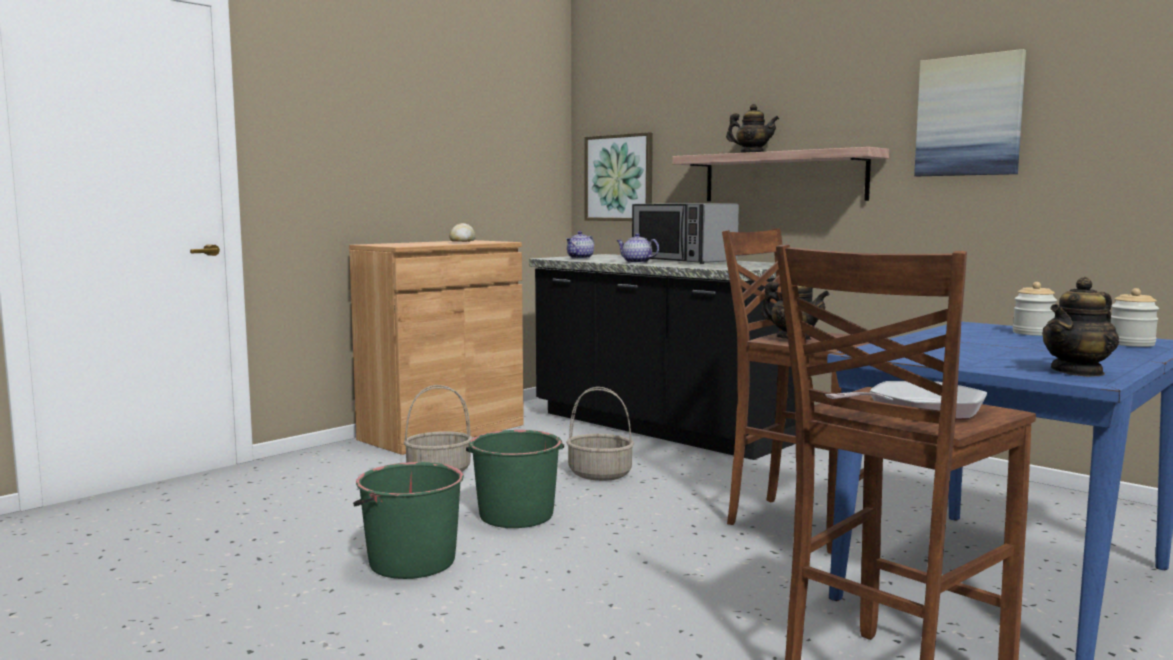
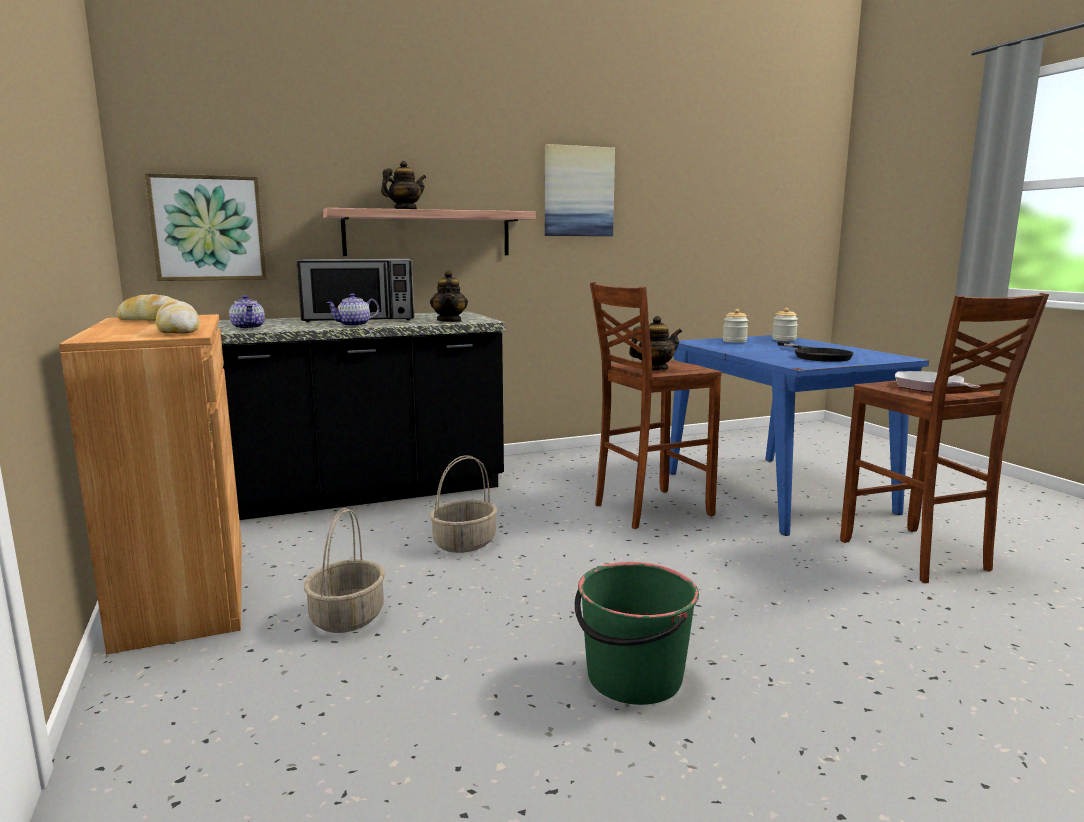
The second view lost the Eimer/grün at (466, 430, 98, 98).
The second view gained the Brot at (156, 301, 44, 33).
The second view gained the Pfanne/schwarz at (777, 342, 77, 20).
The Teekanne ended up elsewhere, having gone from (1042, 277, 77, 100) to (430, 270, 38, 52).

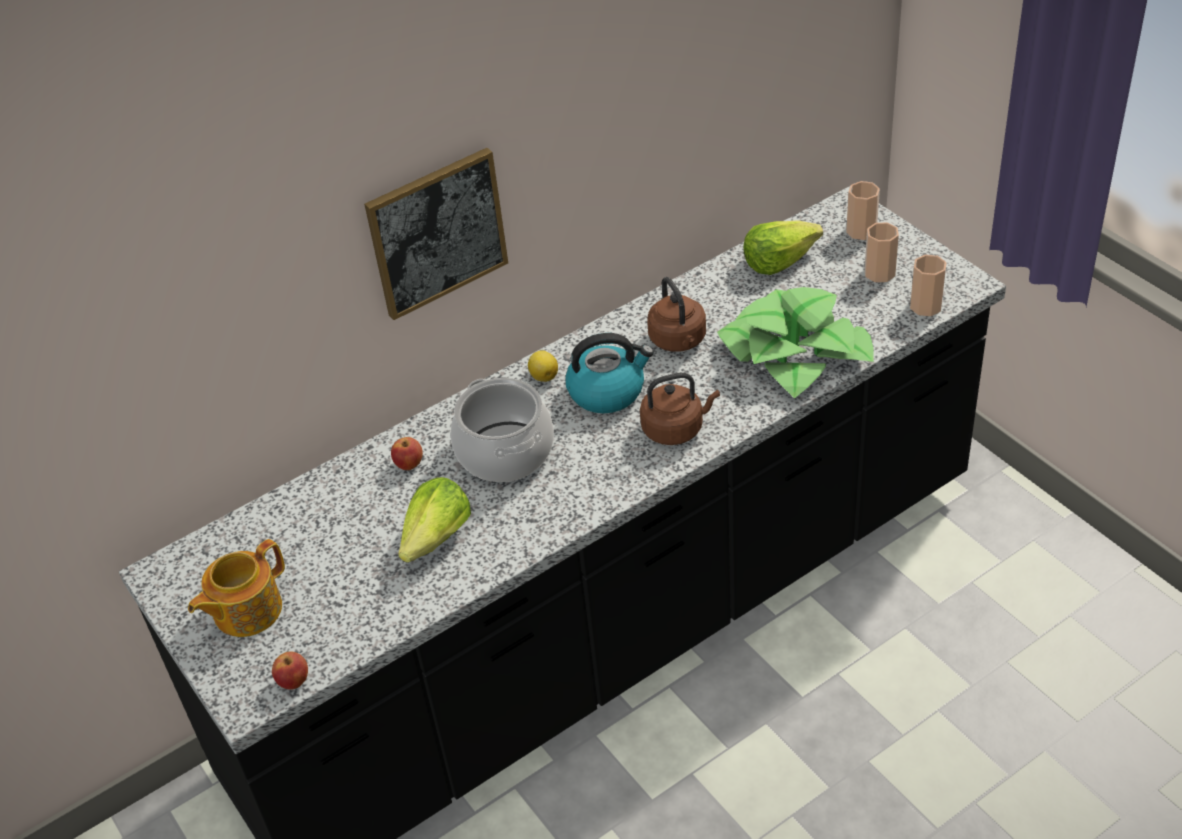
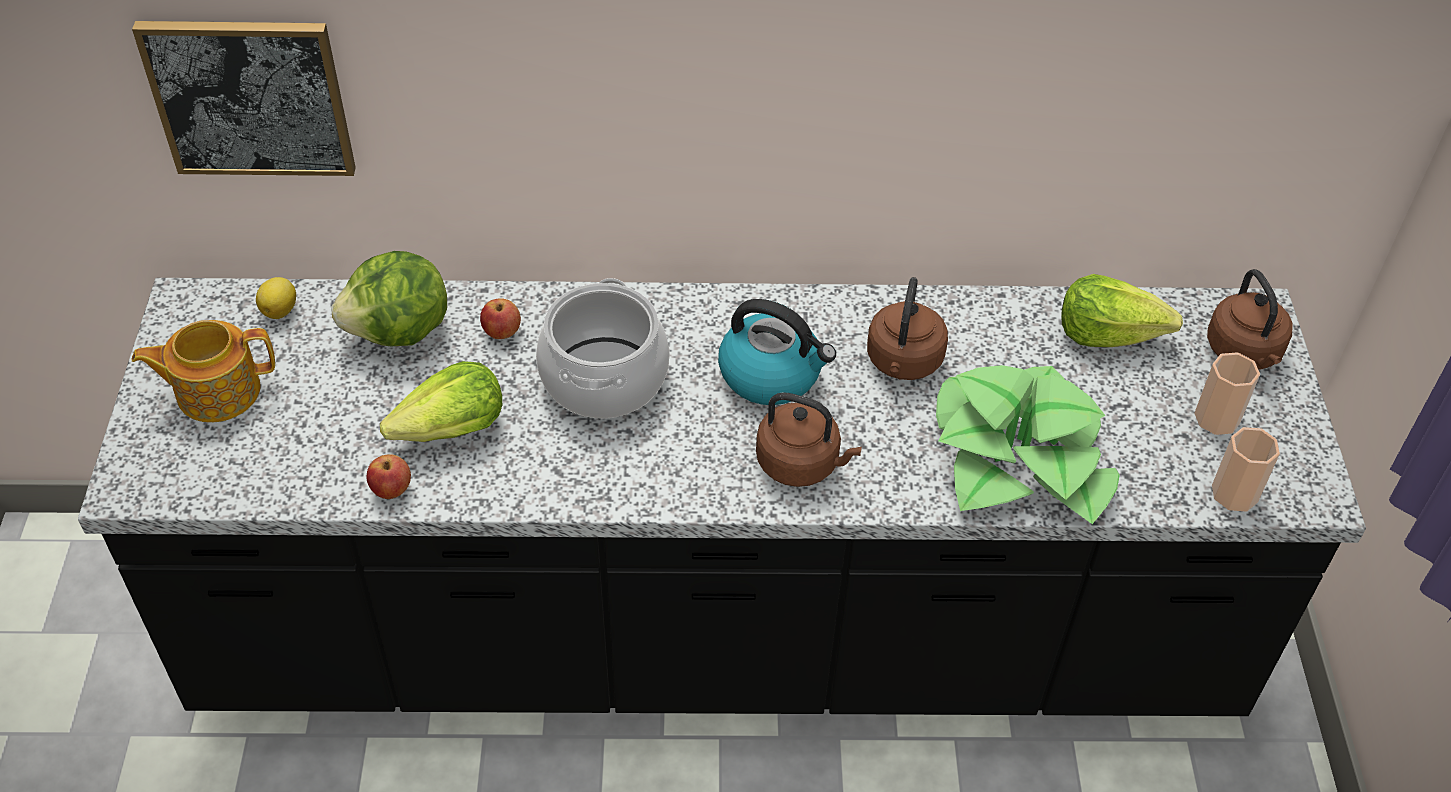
The second view gained the Salatkopf at (331, 251, 116, 96).
The Apfel ended up elsewhere, having gone from (272, 651, 36, 39) to (367, 454, 44, 45).
The Bild ended up elsewhere, having gone from (364, 148, 144, 172) to (132, 21, 224, 155).
The Zitrone ended up elsewhere, having gone from (528, 350, 30, 32) to (256, 277, 40, 42).
Where the Tasse stood at (846, 181, 34, 59), the Wasserkessel/braun came to stand at (1207, 269, 85, 101).

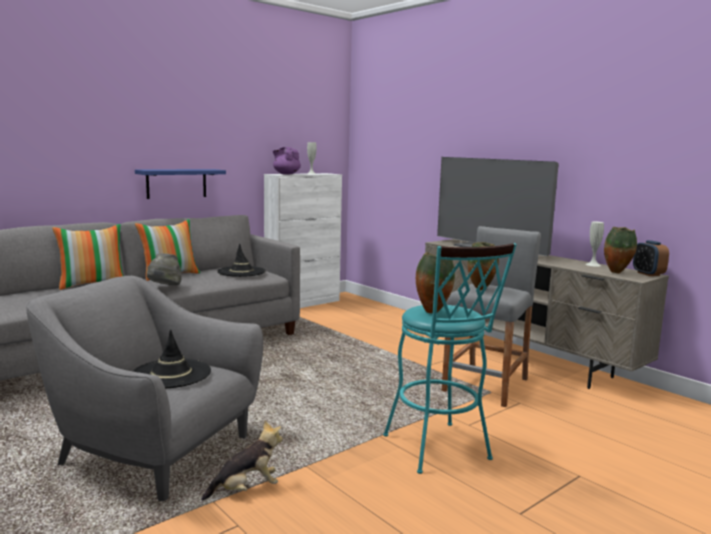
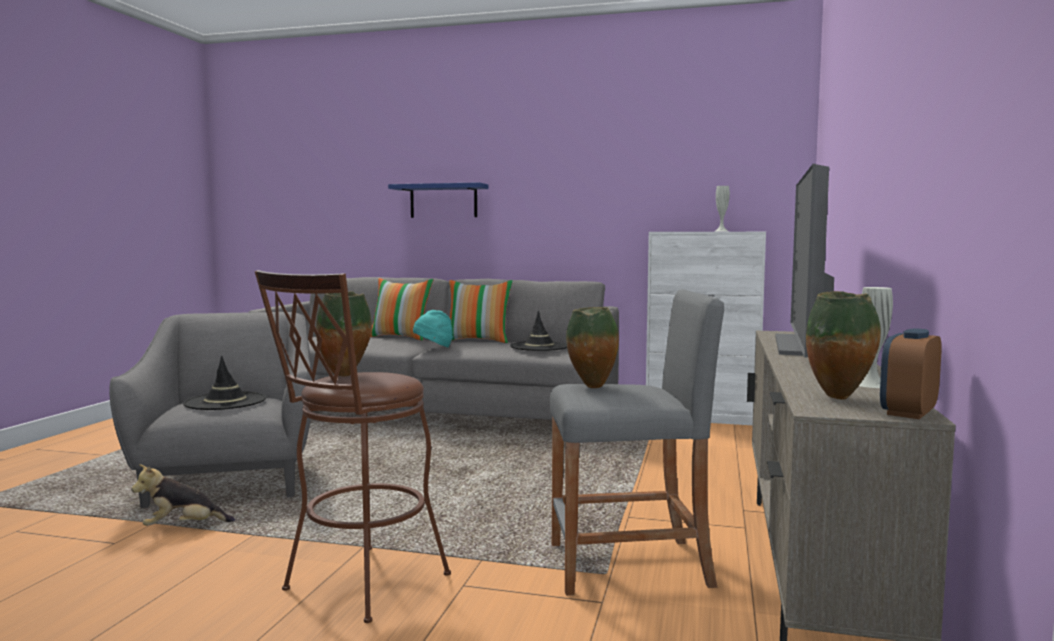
The second view lost the Teekanne/lila at (273, 147, 28, 28).
The Wandregal/blau ended up elsewhere, having gone from (135, 169, 91, 30) to (388, 182, 101, 36).
What was the Hut/grau at (147, 253, 35, 32) turned into the Hut/türkis at (413, 310, 40, 37).
What was the Hocker/türkis at (383, 243, 134, 231) turned into the Hocker/braun at (255, 270, 196, 353).
The Plüschtier at (201, 420, 82, 81) ended up facing another way, 135 degrees clockwise from before.

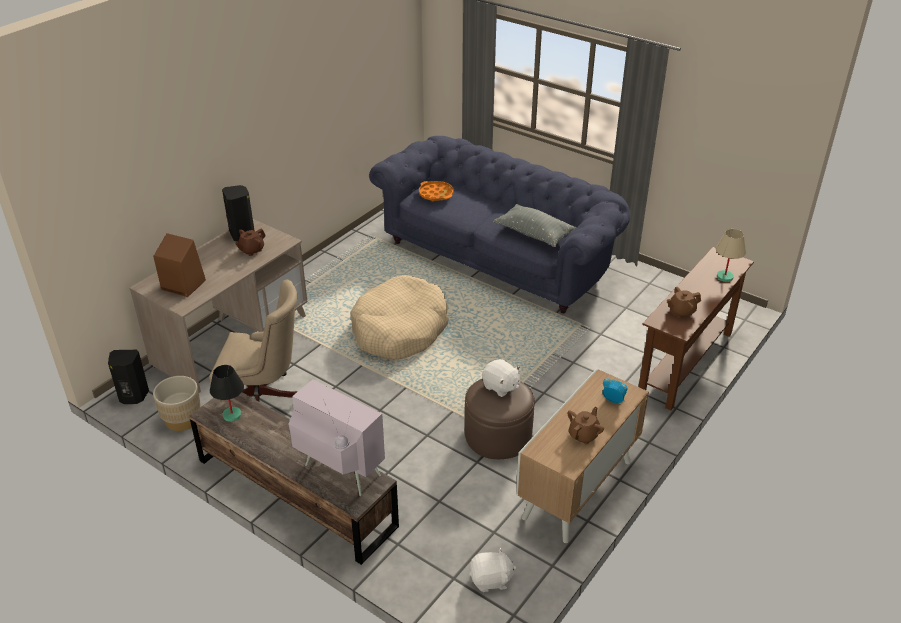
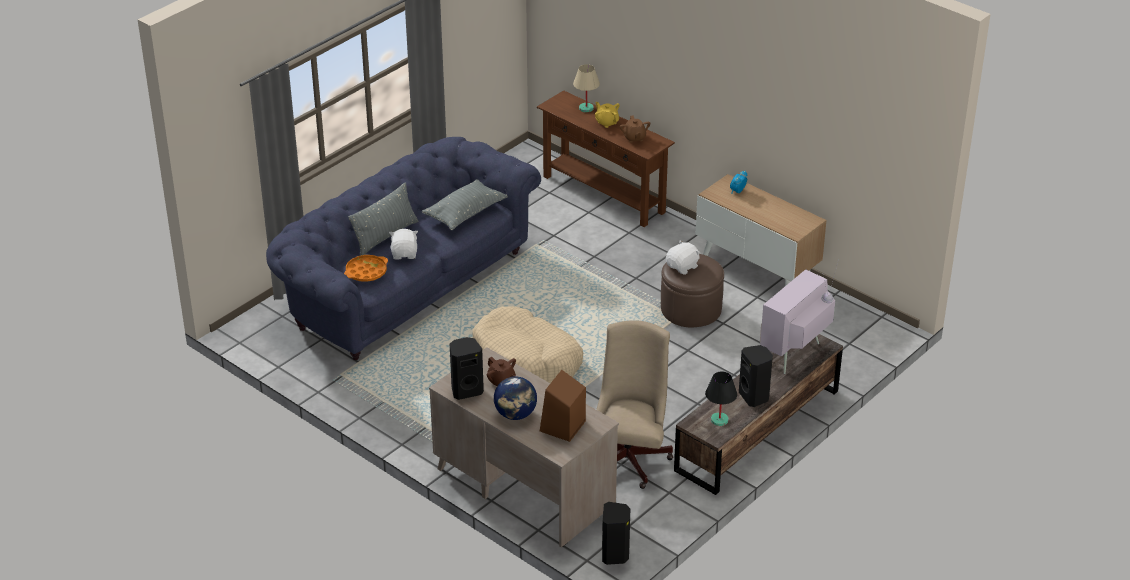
The second view lost the Pflanzkübel/beige at (153, 376, 48, 55).
The second view lost the Teekanne/braun at (567, 407, 37, 37).
The second view gained the Kissen/grau at (348, 182, 70, 74).
The second view gained the Globus at (494, 376, 43, 44).
The second view gained the Teekanne/gelb at (595, 102, 25, 26).
The second view gained the Lautsprecher/schwarz at (739, 345, 34, 62).
The Plüschtier/weiß ended up elsewhere, having gone from (469, 547, 47, 45) to (389, 229, 29, 31).

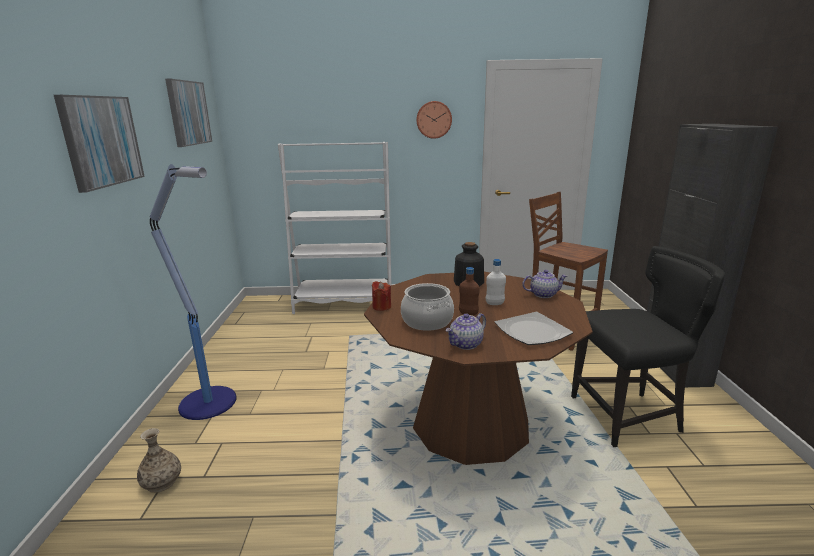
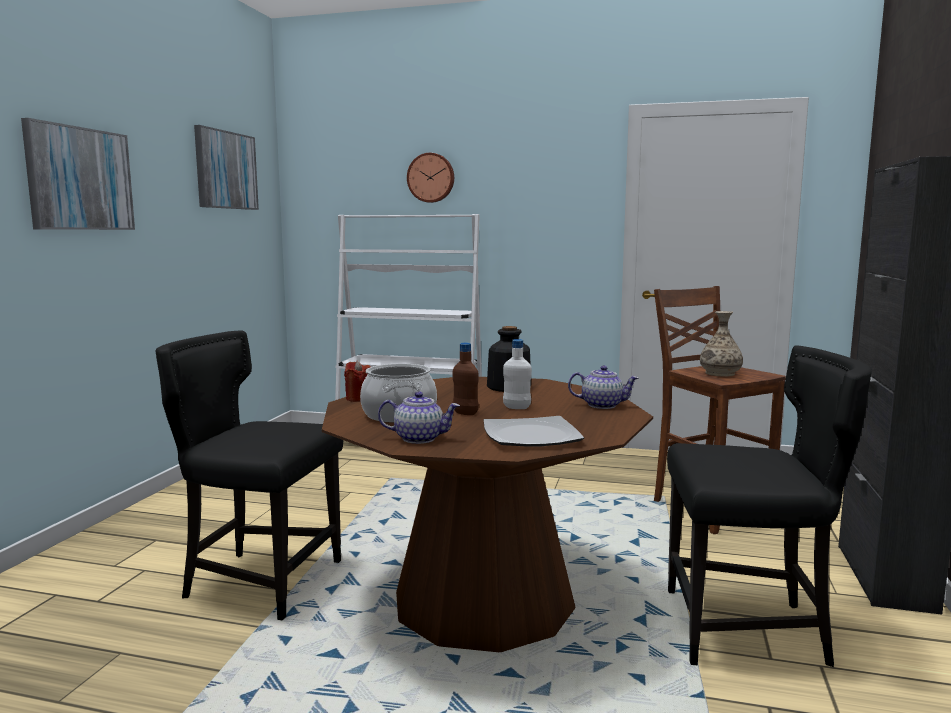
The second view lost the Stehlampe at (150, 164, 87, 256).
The second view gained the Stuhl/schwarz at (156, 330, 187, 290).
The Vase ended up elsewhere, having gone from (137, 428, 44, 65) to (700, 311, 43, 66).
The Wanduhr ended up elsewhere, having gone from (416, 101, 36, 38) to (407, 153, 47, 50).
The Teekanne at (445, 313, 41, 37) ended up facing another way, 150 degrees counterclockwise from before.

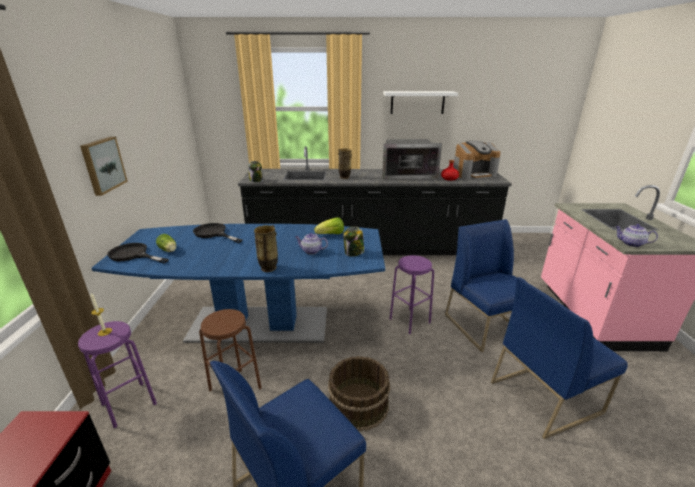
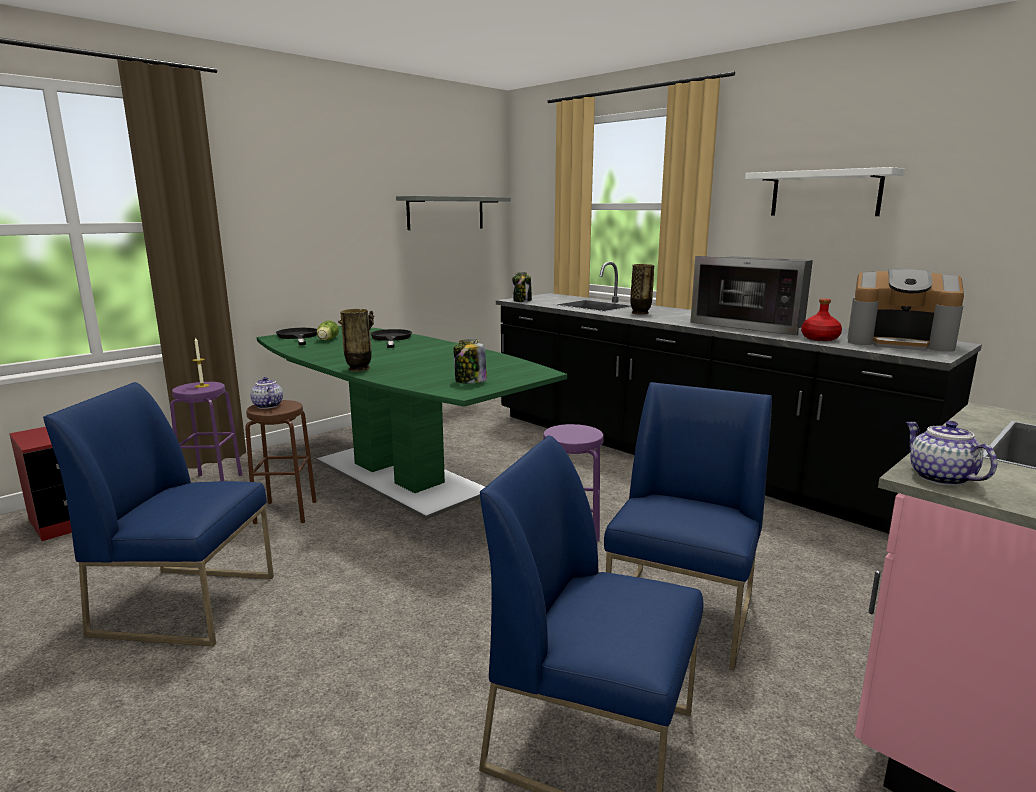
The second view lost the Bild at (80, 137, 48, 59).
The second view lost the Salatkopf at (314, 217, 30, 17).
The second view lost the Eimer/braun at (328, 356, 62, 76).
The second view gained the Wandregal/grau at (396, 196, 115, 34).
The Teekanne ended up elsewhere, having gone from (295, 233, 33, 22) to (250, 377, 33, 32).
What was the Esstisch/blau at (92, 224, 293, 119) turned into the Esstisch/grün at (257, 326, 310, 193).

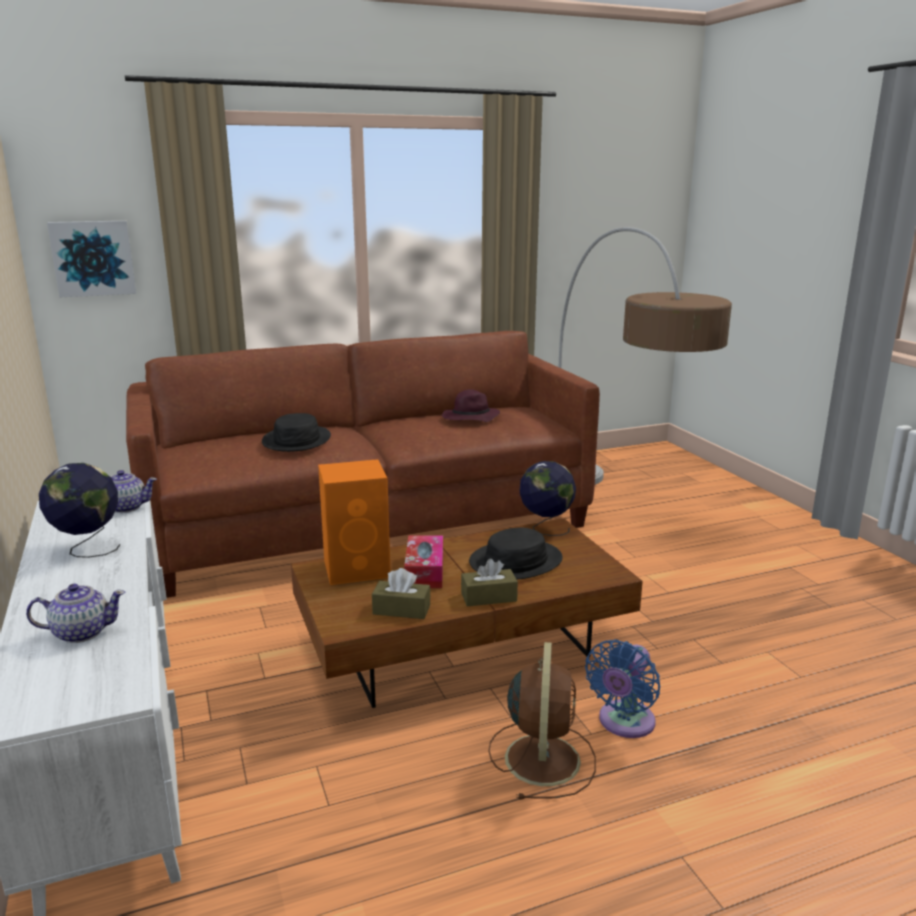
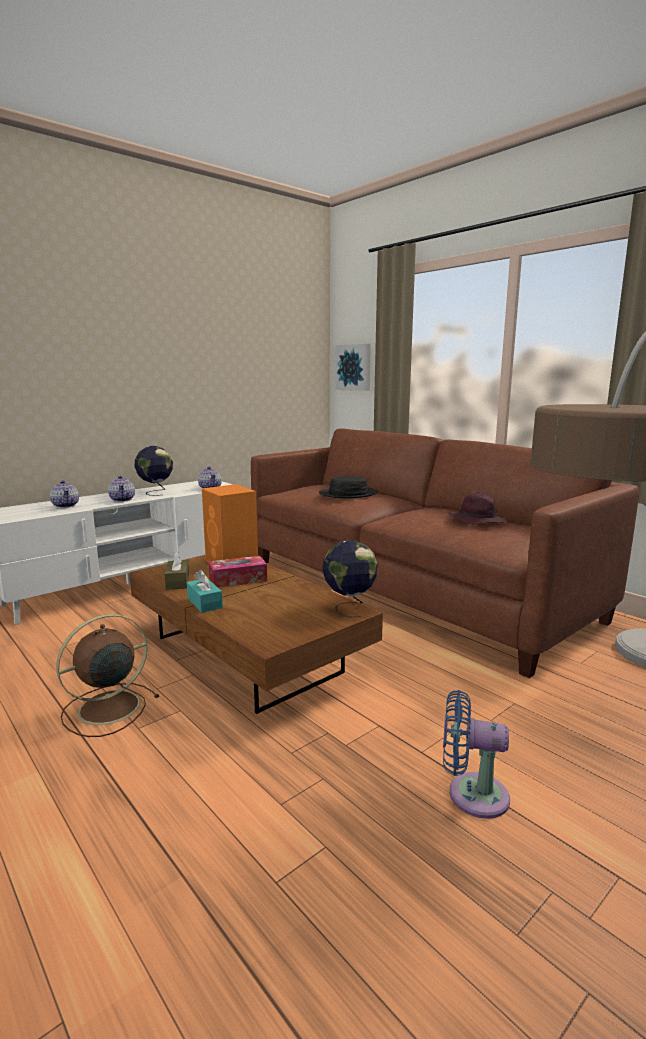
The second view lost the Hut/schwarz at (469, 527, 94, 52).
The second view gained the Teekanne at (108, 476, 27, 26).
The Ventilator/blau ended up elsewhere, having gone from (585, 639, 75, 99) to (443, 690, 67, 129).
What was the Taschentuchbox/braun at (461, 558, 57, 48) turned into the Taschentuchbox/türkis at (187, 570, 36, 43).
The Ventilator/braun at (488, 642, 108, 158) ended up facing another way, 150 degrees clockwise from before.

